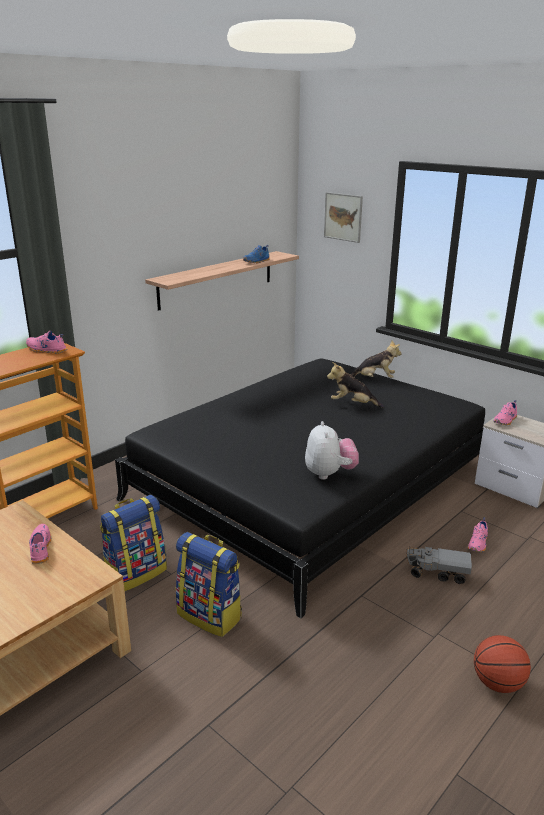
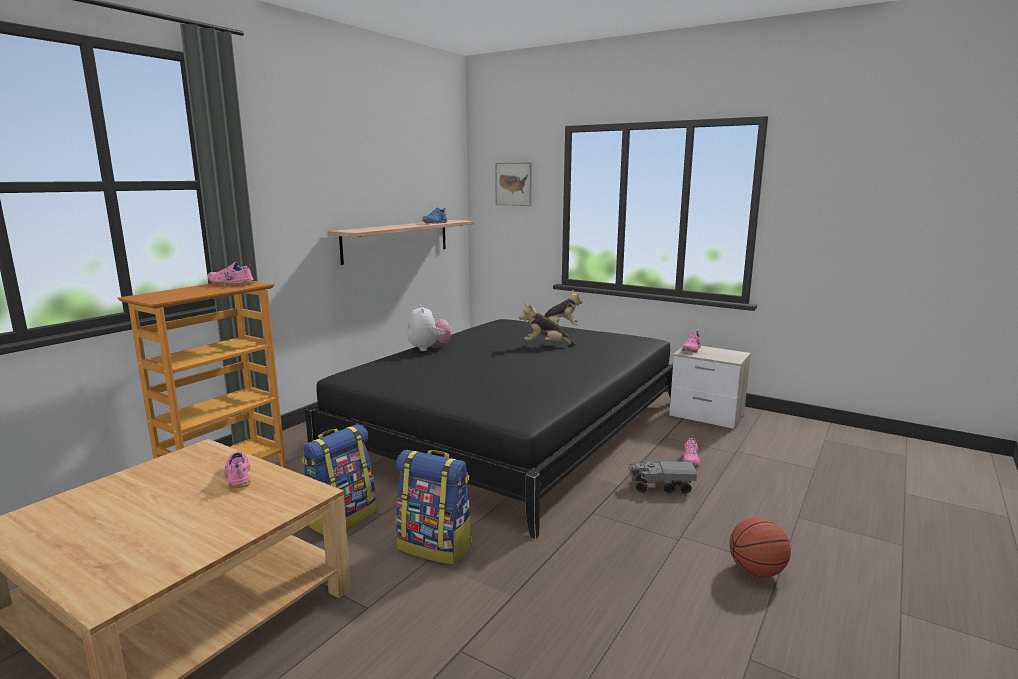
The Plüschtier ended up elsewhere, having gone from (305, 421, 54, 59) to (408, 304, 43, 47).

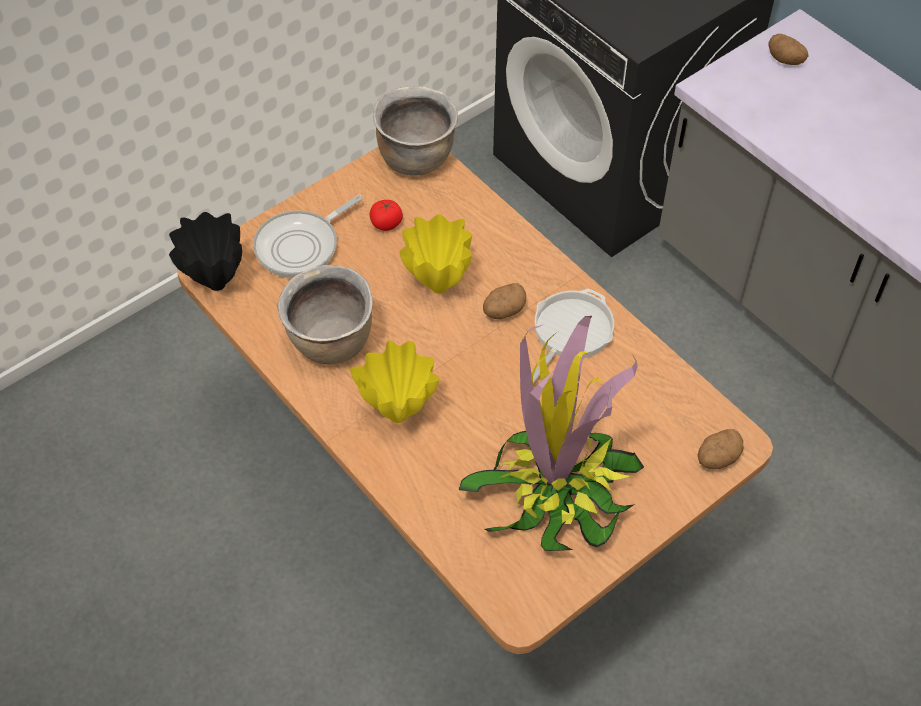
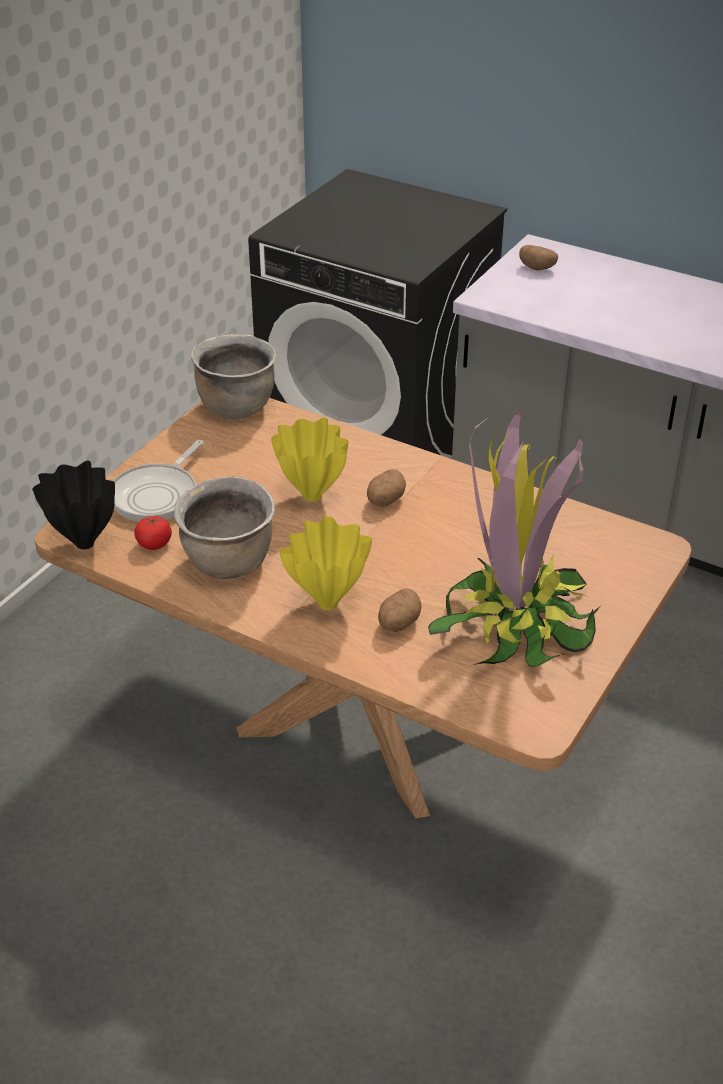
The second view lost the Pfanne at (533, 289, 81, 94).
The Tomate ended up elsewhere, having gone from (370, 200, 33, 31) to (134, 516, 38, 34).
The Kartoffel ended up elsewhere, having gone from (698, 429, 45, 40) to (378, 588, 44, 44).

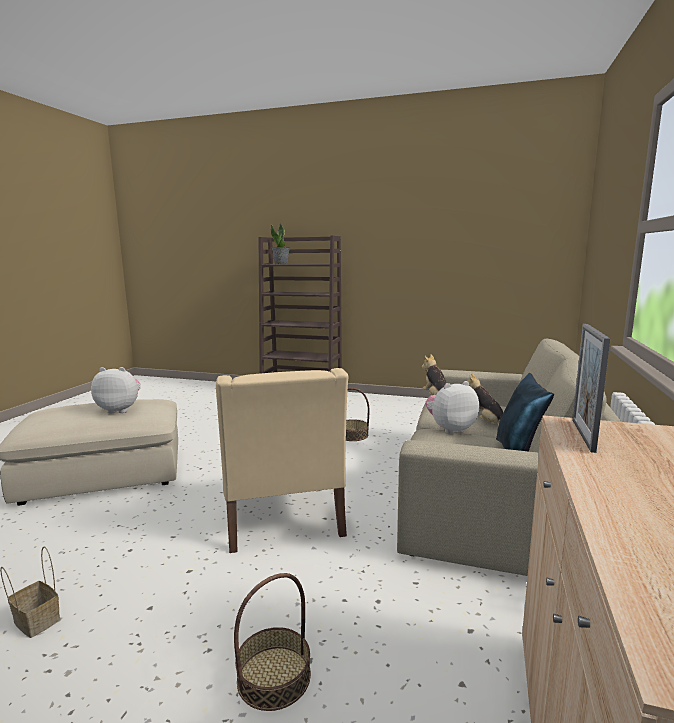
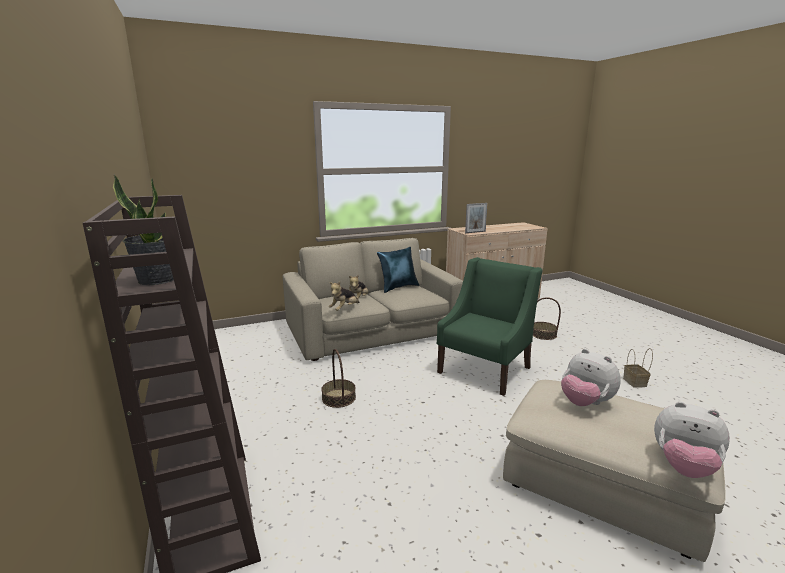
The Plüschtier ended up elsewhere, having gone from (426, 381, 53, 53) to (654, 402, 76, 76).
What was the Sessel/beige at (216, 368, 132, 185) turned into the Sessel/grün at (437, 257, 106, 139).

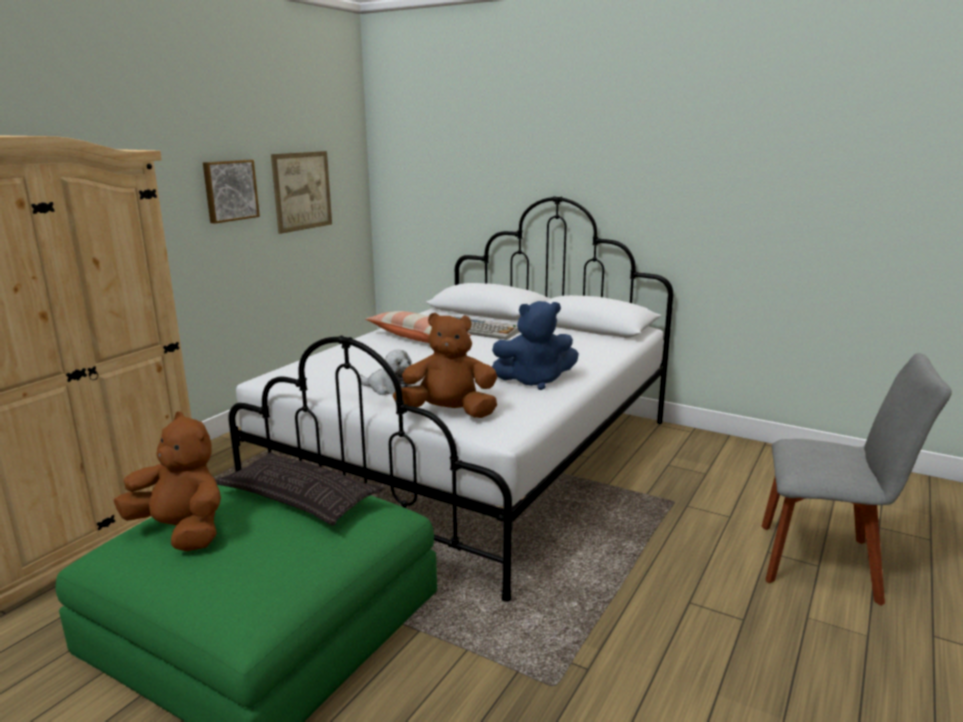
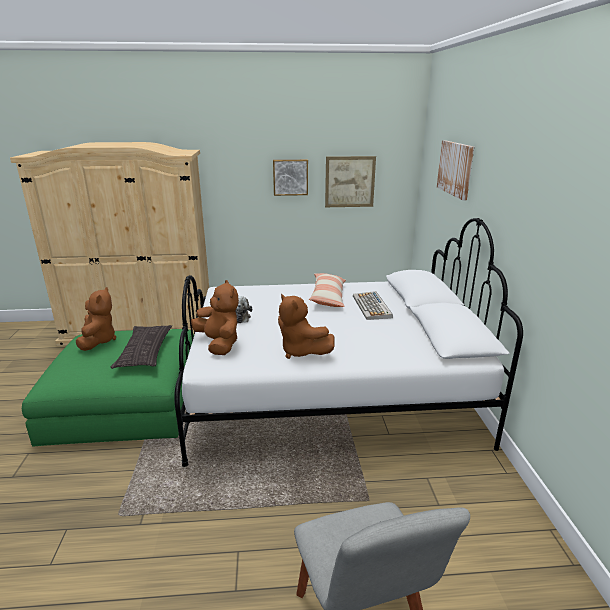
The second view gained the Bild at (437, 140, 37, 60).
What was the Plüschtier/blau at (492, 301, 87, 89) turned into the Plüschtier/braun at (278, 294, 57, 65).

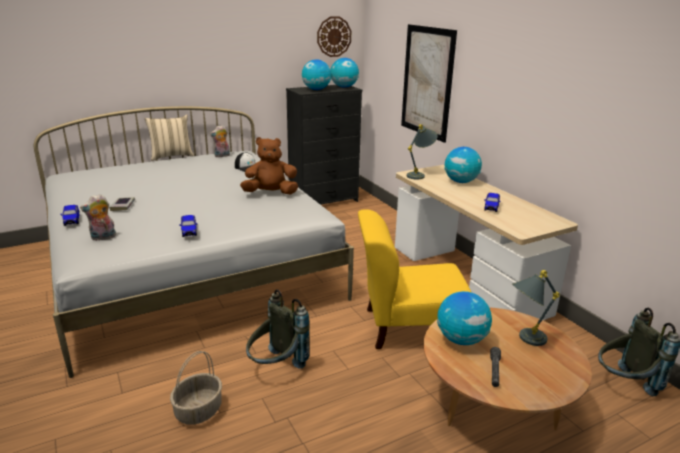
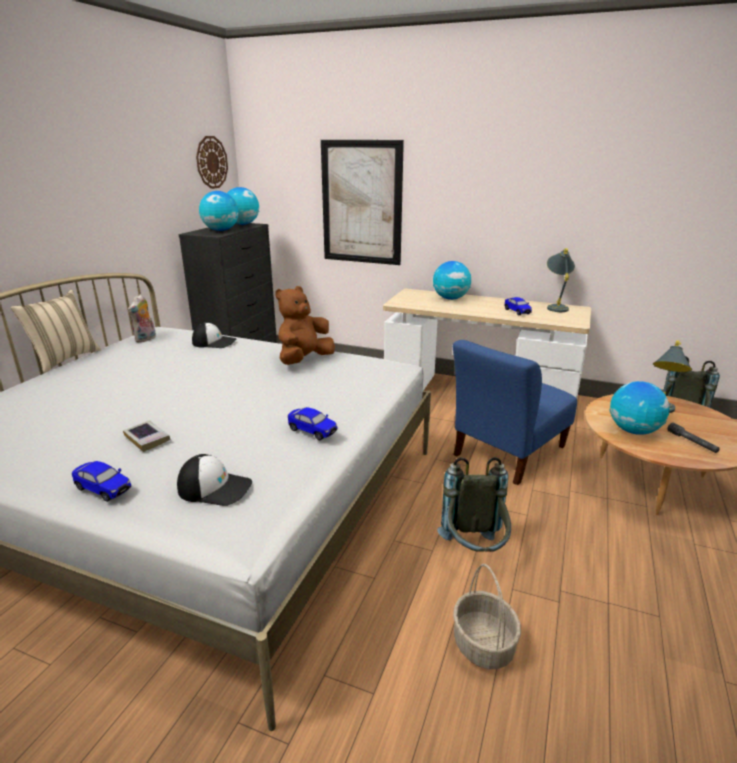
The Tischlampe/grau ended up elsewhere, having gone from (407, 124, 31, 55) to (547, 248, 28, 64).
Where the Plüschtier stood at (80, 194, 36, 47), the Kappe came to stand at (177, 454, 75, 52).
What was the Stuhl/gelb at (358, 209, 114, 140) turned into the Stuhl/blau at (453, 340, 124, 145).

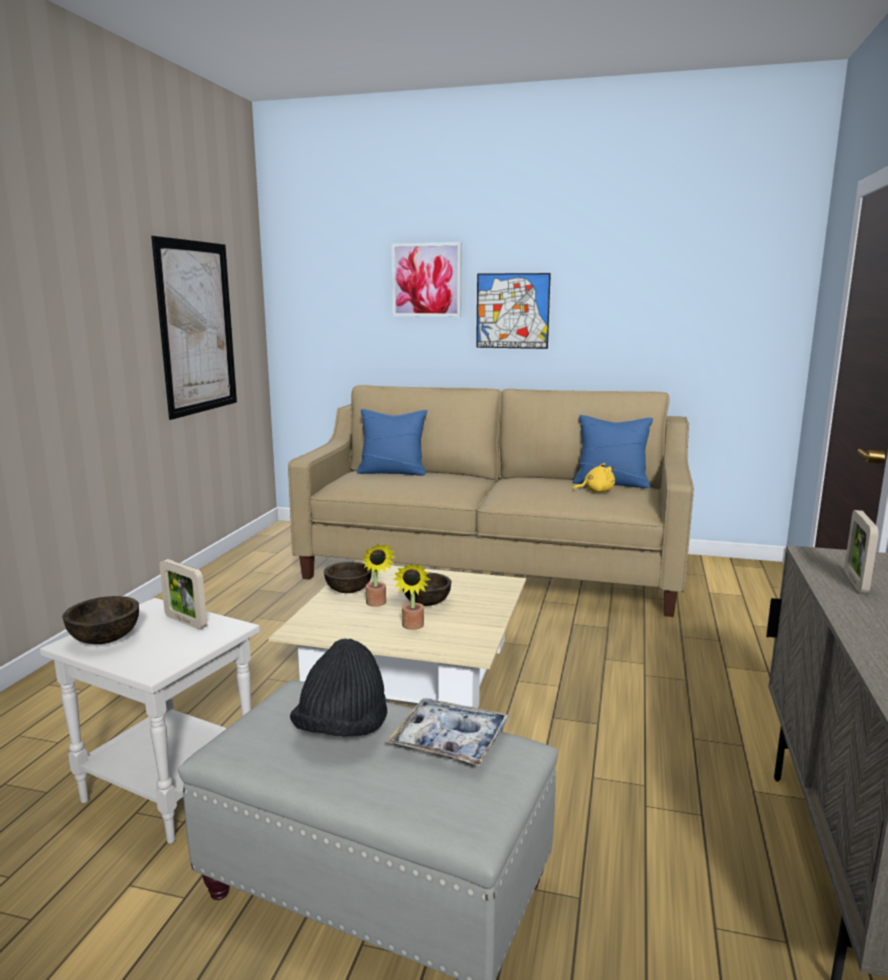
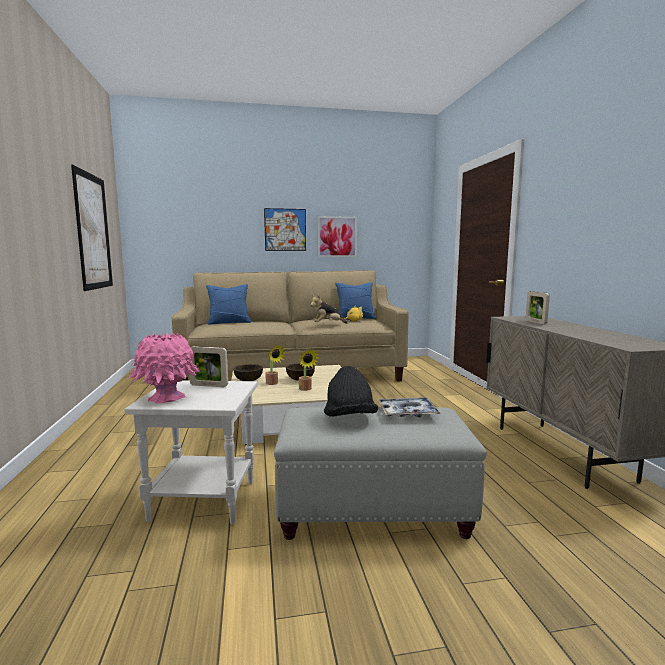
The second view gained the Plüschtier at (310, 295, 38, 29).
The Bild ended up elsewhere, having gone from (391, 242, 71, 75) to (317, 216, 40, 41).
Where the Schüssel/braun stood at (62, 596, 77, 48), the Vase/rosa came to stand at (128, 333, 72, 70).

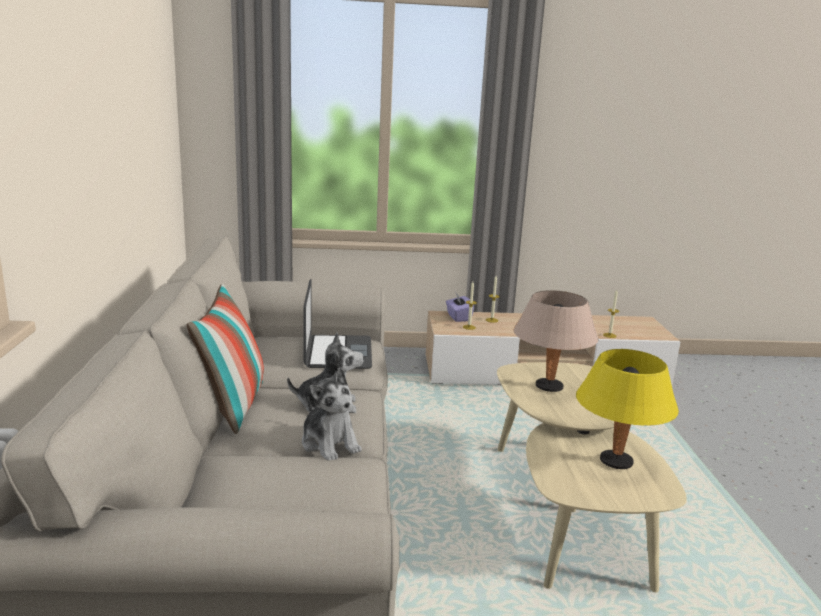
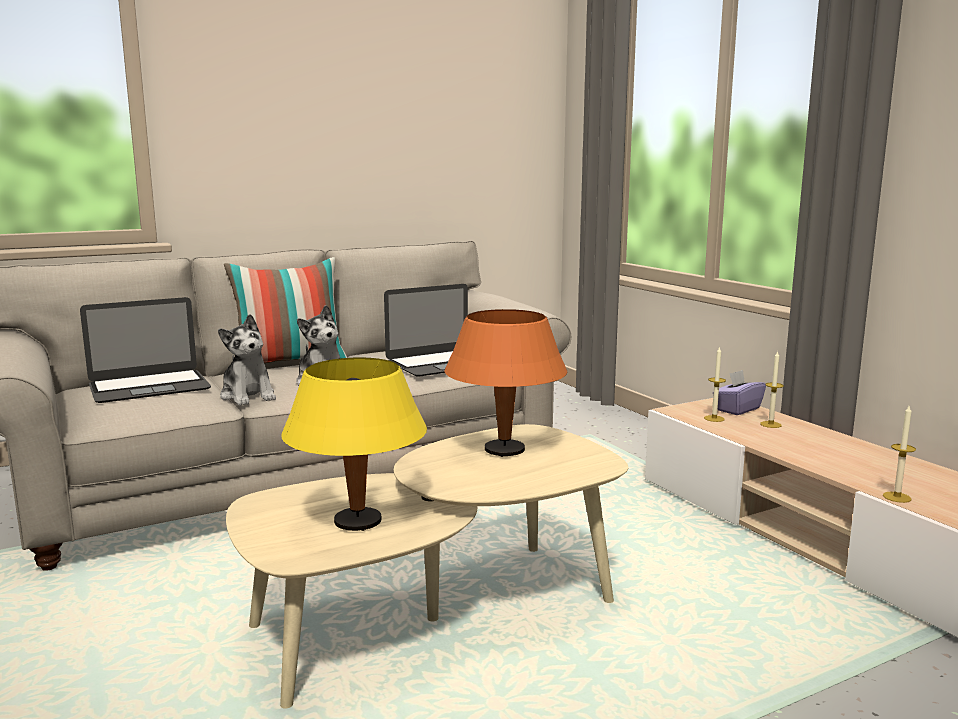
The second view gained the Laptop at (80, 297, 131, 106).
What was the Tischlampe/beige at (513, 290, 85, 102) turned into the Tischlampe/orange at (444, 309, 123, 148).
The Plüschtier at (302, 367, 60, 94) ended up facing another way, 60 degrees counterclockwise from before.

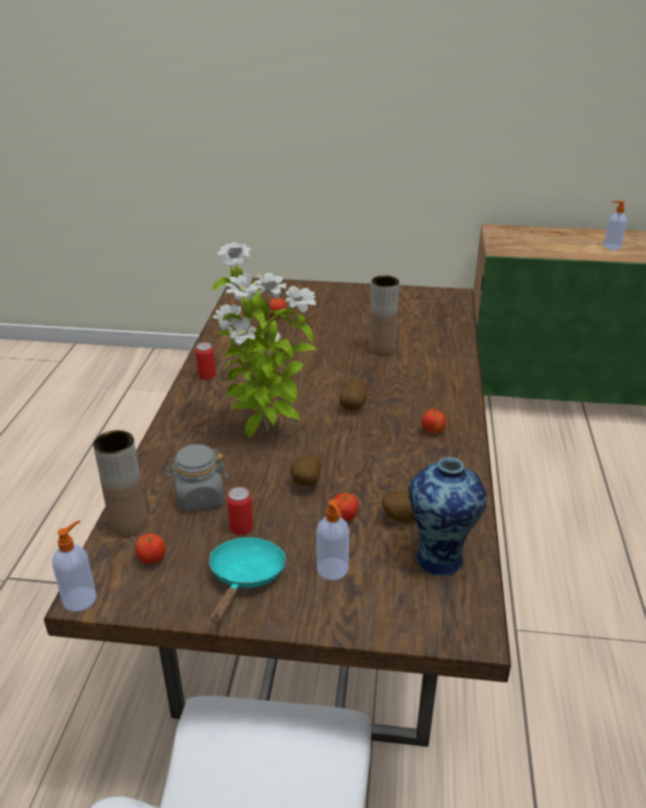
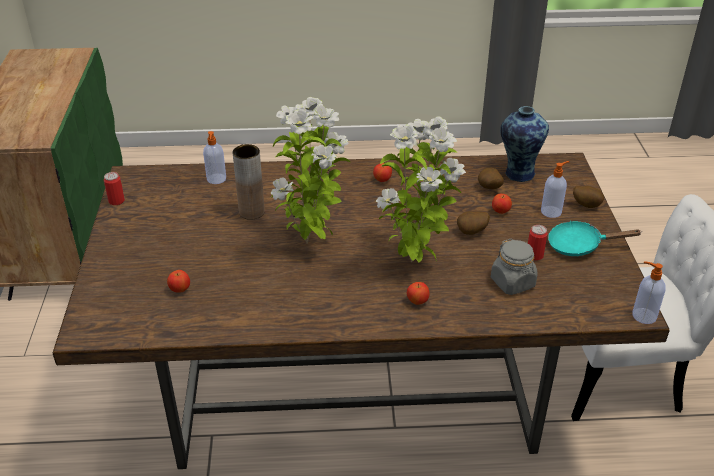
The second view lost the Vase/braun at (93, 430, 54, 107).
The second view gained the Topfpflanze at (271, 97, 79, 147).
The Apfel ended up elsewhere, having gone from (135, 533, 31, 31) to (407, 282, 23, 23).
The Dose ended up elsewhere, having gone from (195, 342, 21, 38) to (104, 172, 21, 33).
The Kartoffel ended up elsewhere, having gone from (339, 377, 28, 34) to (573, 186, 31, 22).
The Seifenspender ended up elsewhere, having gone from (604, 201, 23, 49) to (203, 131, 23, 53).

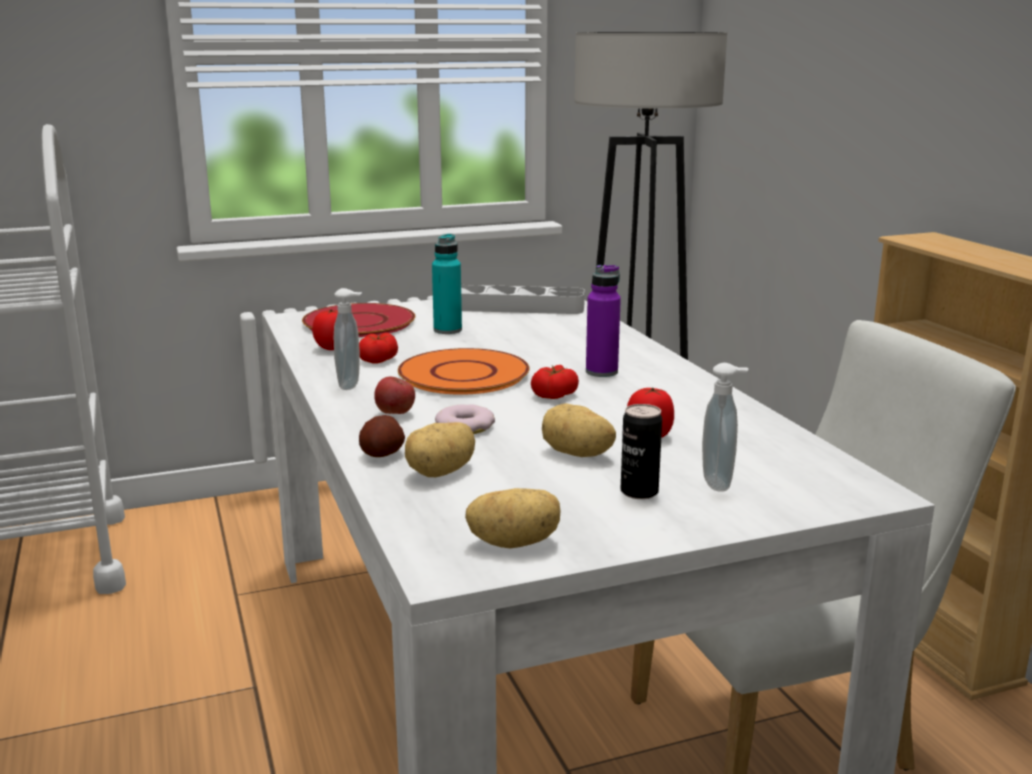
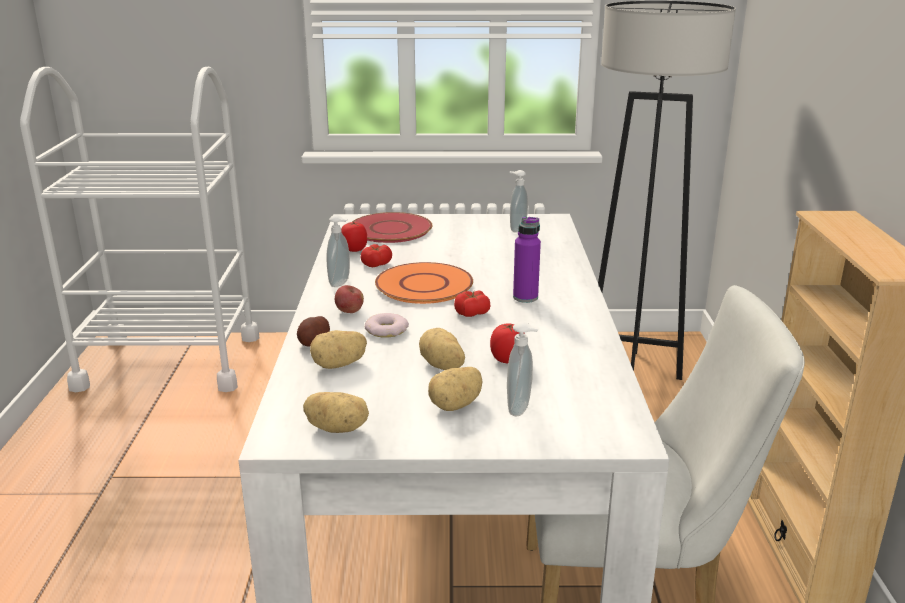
The second view lost the Flasche/türkis at (432, 234, 30, 100).
Where the Tablett/grau stood at (461, 285, 124, 29), the Seifenspender came to stand at (510, 170, 18, 63).
Where the Dose stood at (620, 404, 42, 95), the Kartoffel came to stand at (428, 367, 55, 44).

